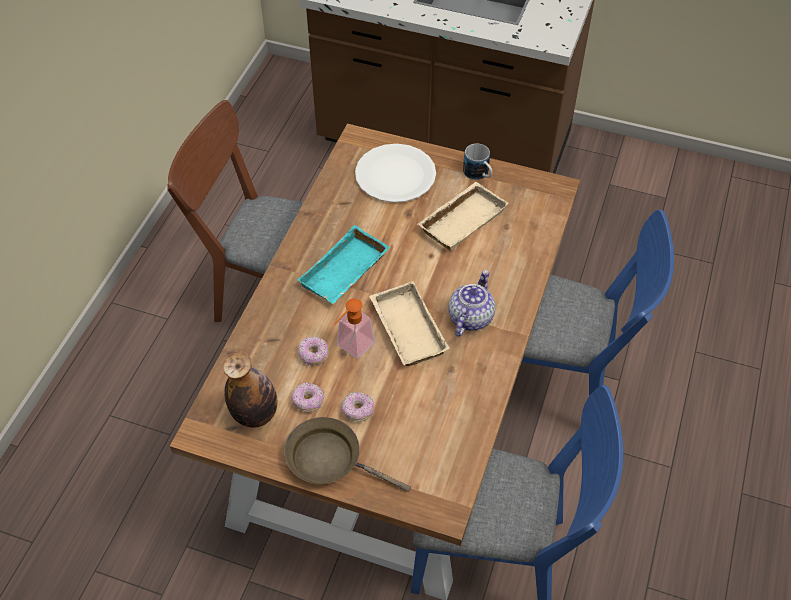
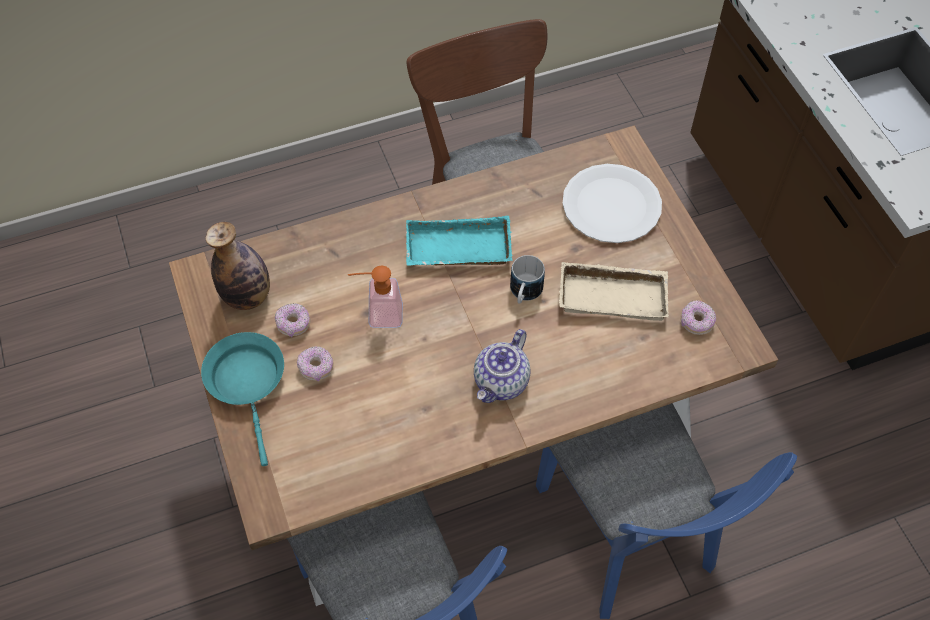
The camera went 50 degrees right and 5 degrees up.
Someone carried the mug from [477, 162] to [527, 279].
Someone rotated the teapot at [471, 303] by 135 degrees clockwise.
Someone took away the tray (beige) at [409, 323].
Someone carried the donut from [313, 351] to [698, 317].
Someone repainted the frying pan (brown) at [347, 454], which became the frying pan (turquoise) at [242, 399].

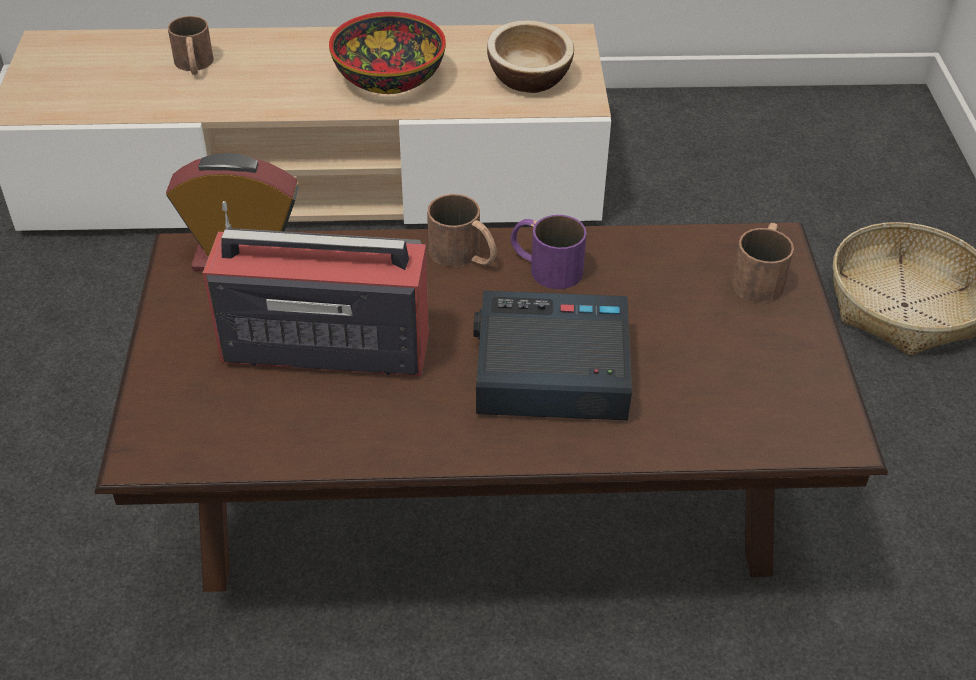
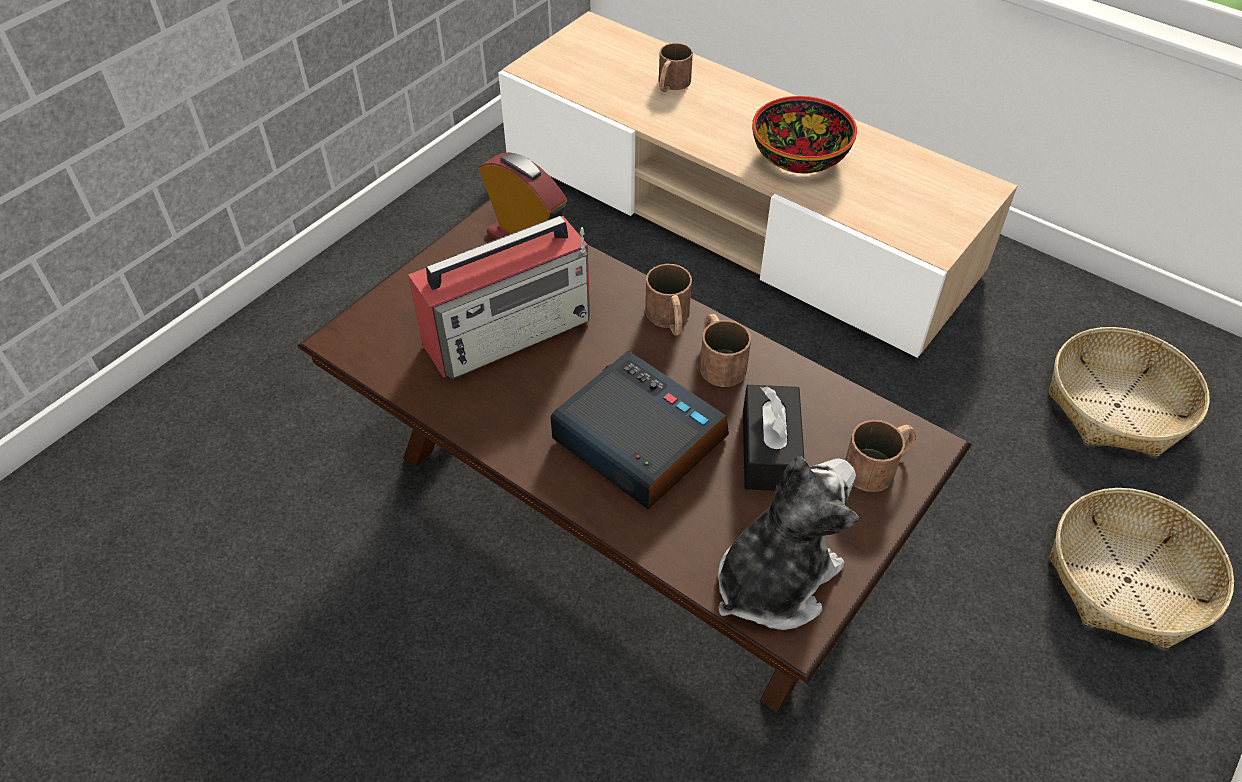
The camera went 40 degrees right and 5 degrees up.
Someone took away the bowl at [530, 57].
Someone rotated the radio at [316, 288] by 105 degrees clockwise.
Someone repainted the mug (purple) at [549, 252], which became the mug (brown) at [725, 350].
Someone put down the basket at [1129, 392].
Someone put down the tissue box (black) at [773, 438].
Someone put down the plush toy at [788, 543].

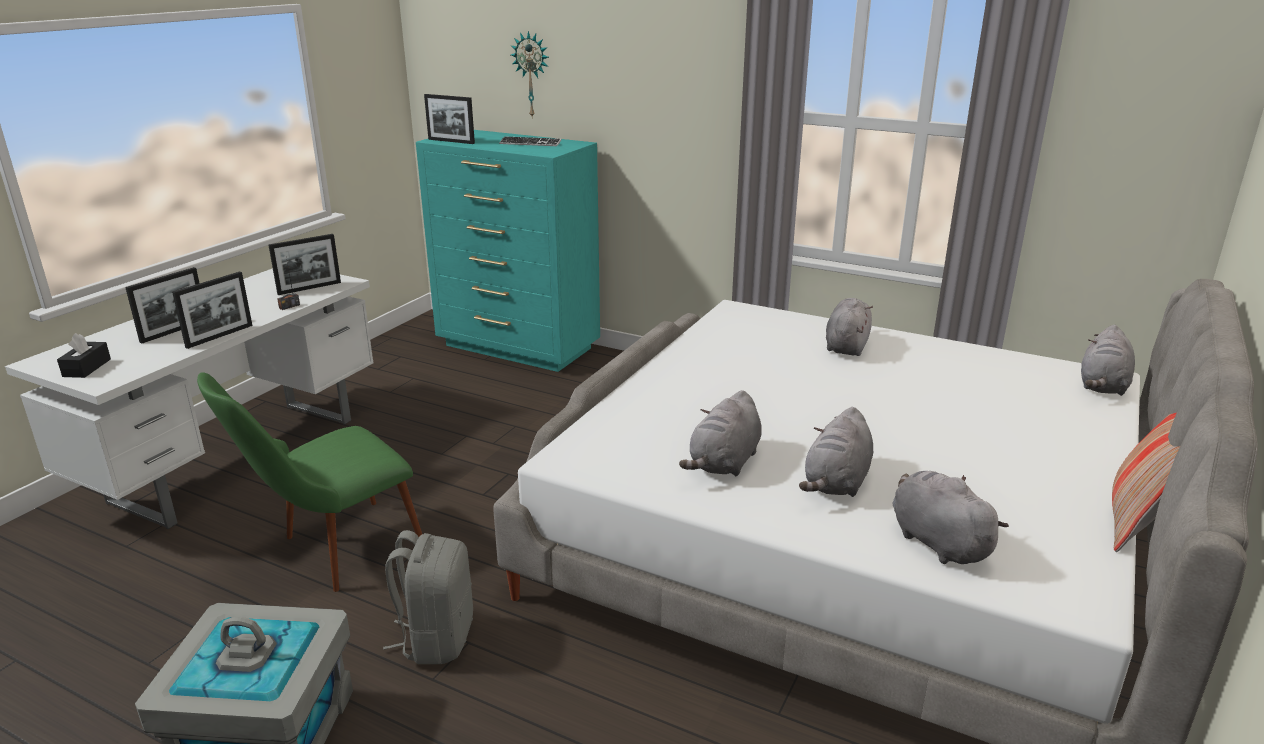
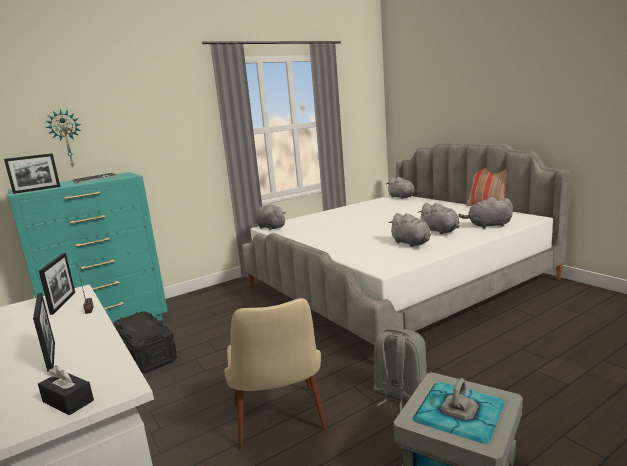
The camera went 60 degrees left and 10 degrees down.
Someone took away the picture frame at [212, 310].
Someone carried the plush toy (grey) from [849, 327] to [270, 216].
Someone repainted the chair (green) at [309, 482], which became the chair (beige) at [275, 374].
Someone put down the storage box (black) at [145, 342].

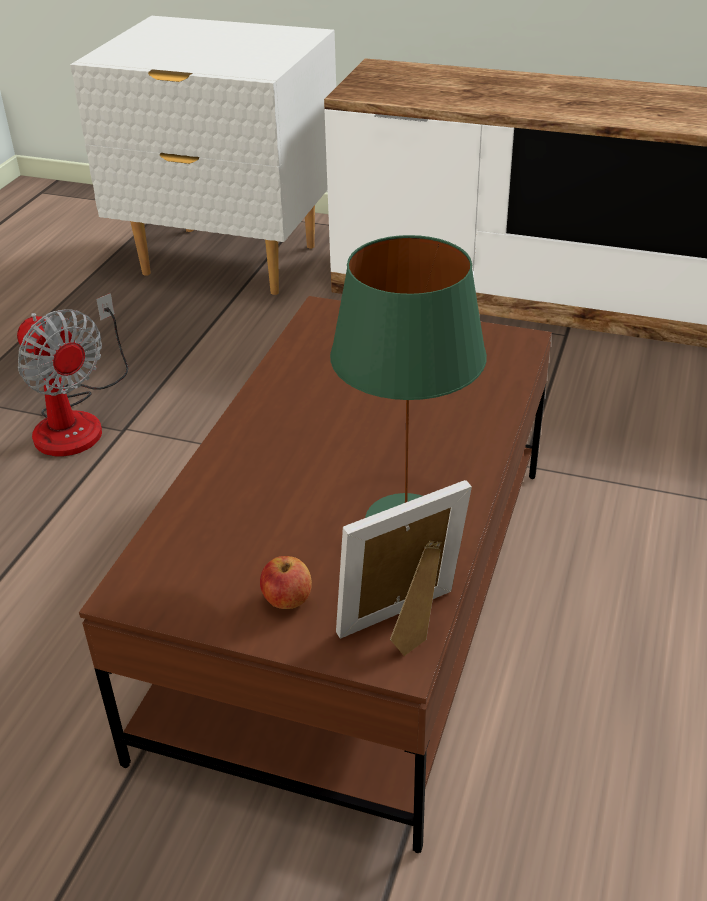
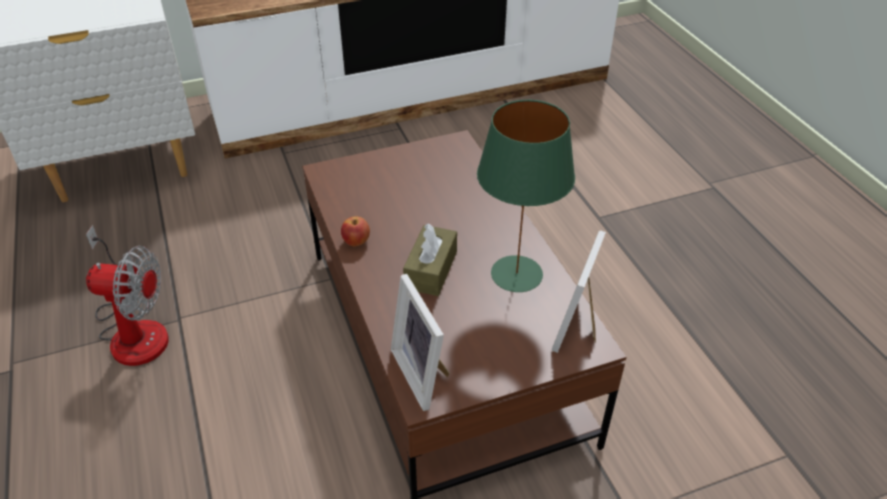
The camera went 40 degrees left and 5 degrees up.
Someone carried the apple from [286, 582] to [355, 232].
Someone put down the tissue box (brown) at [430, 259].
Someone put down the picture frame at [420, 342].

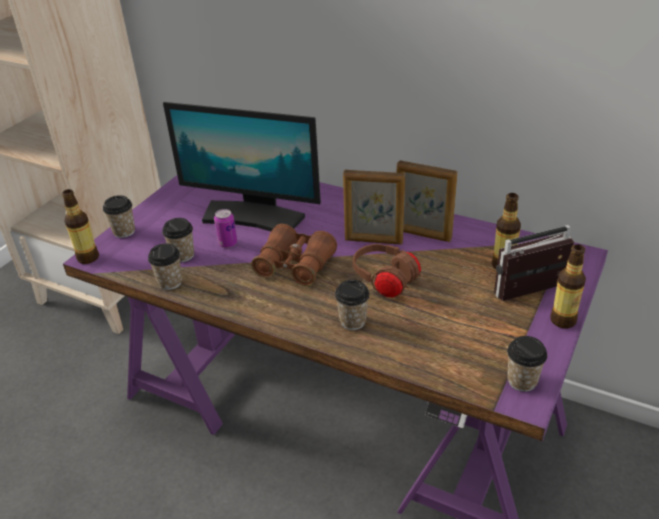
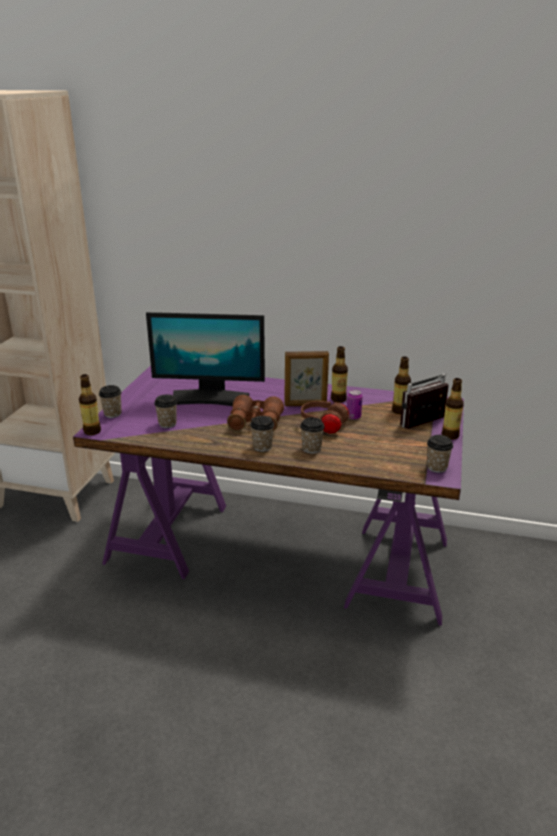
The camera went 15 degrees left and 10 degrees down.
Someone swapped the picture frame at [427, 201] for the bottle at [339, 374].
Someone carried the can from [225, 228] to [355, 405].
Someone carried the cup from [165, 266] to [262, 434].

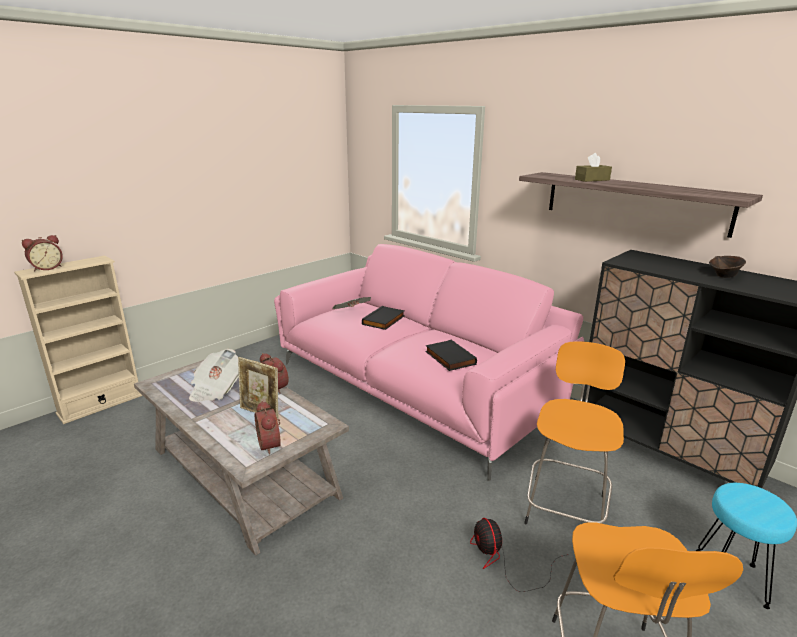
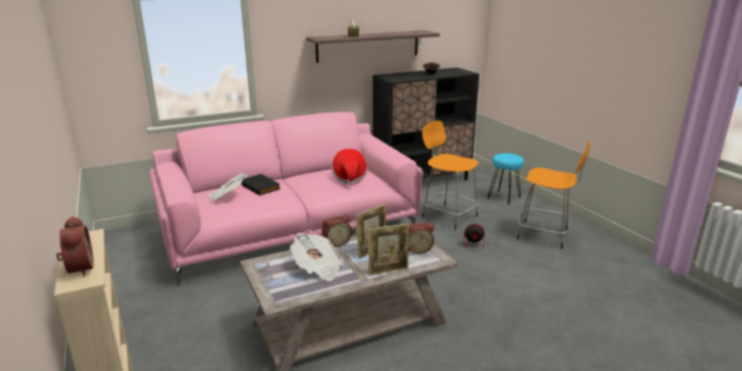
The camera went 70 degrees left and 0 degrees up.
Someone swapped the book (black) at [451, 355] for the hat at [349, 167].
Someone put down the picture frame at [388, 250].

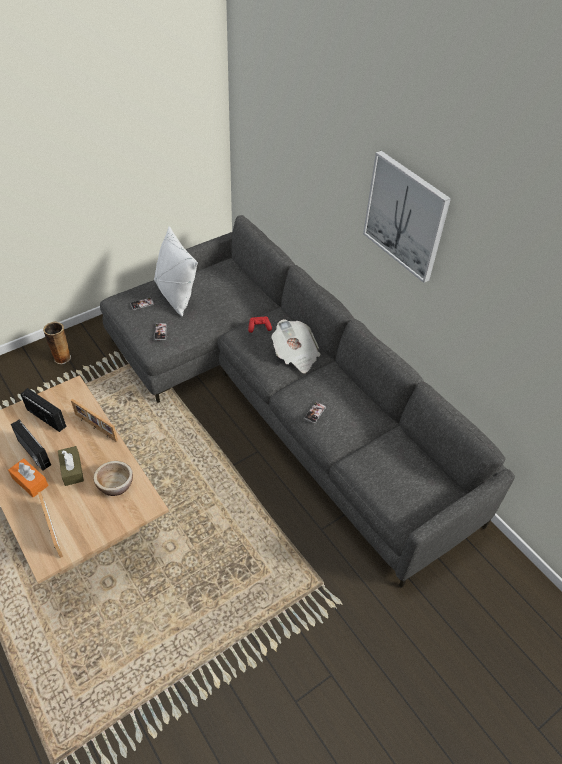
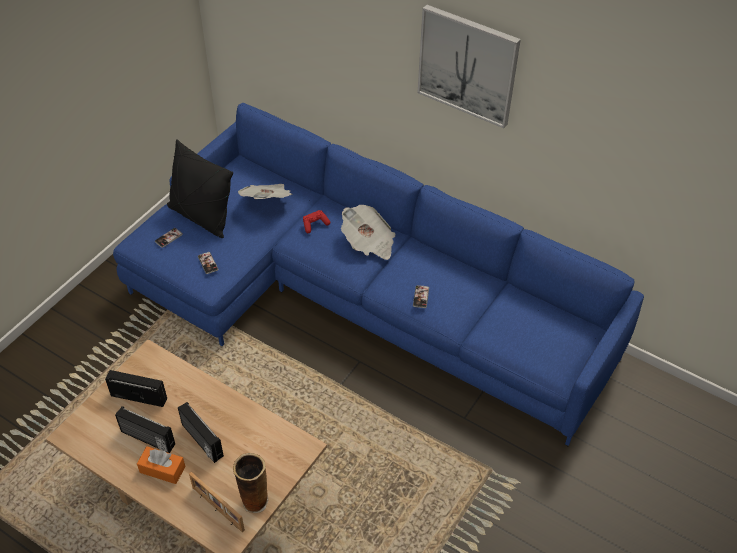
The camera went 20 degrees left and 0 degrees up.
Someone repainted the sofa (grey) at [307, 401], which became the sofa (blue) at [378, 274].
Someone repainted the pillow (white) at [176, 271], which became the pillow (black) at [200, 188].
Someone carried the vase from [57, 342] to [250, 483].
Someone took away the picture frame at [94, 420].
Someone swapped the tissue box (brown) at [71, 466] for the radio at [201, 432].
Someone took away the bowl at [113, 478].
Someone put down the newspaper at [265, 191].

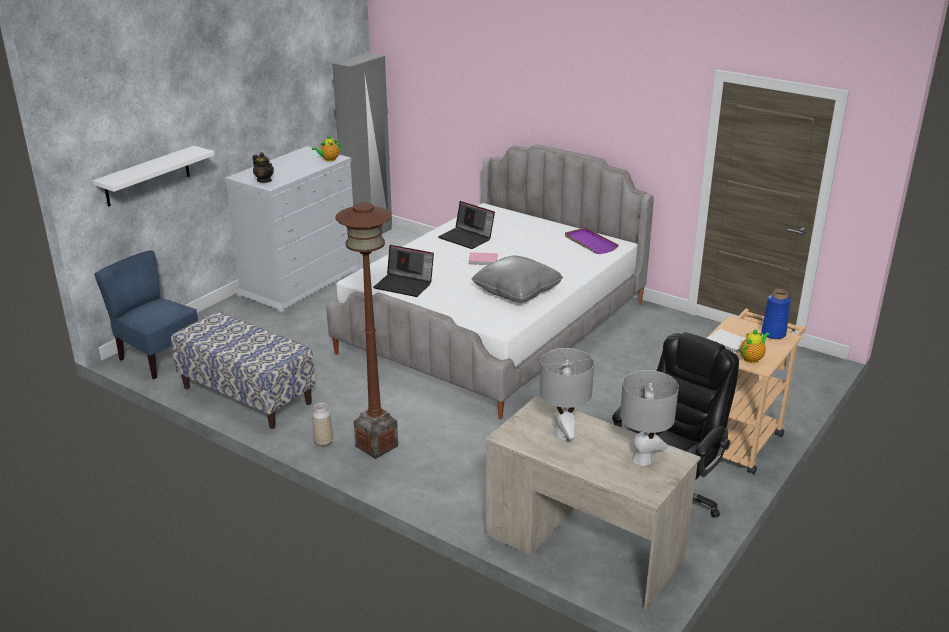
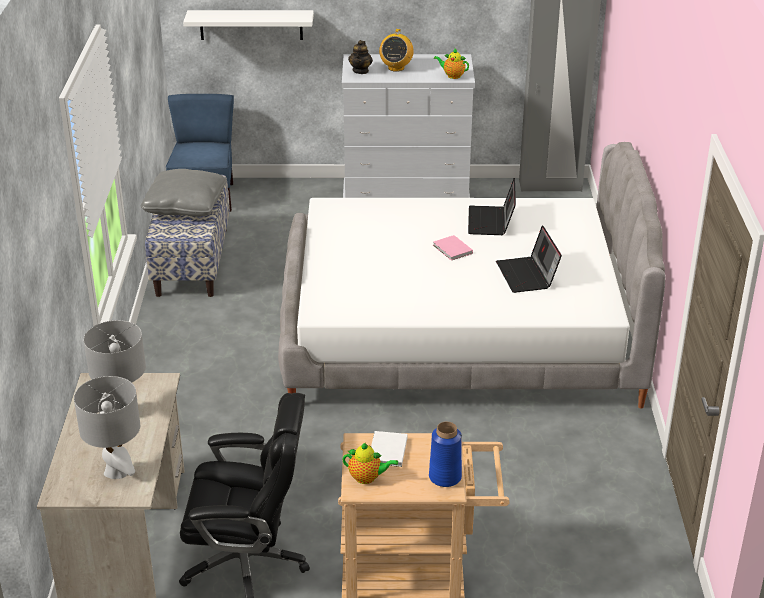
The camera went 55 degrees right and 5 degrees up.
Someone took away the floor lamp (brown) at [366, 330].
Someone took away the tray (purple) at [592, 241].
Someone carried the laptop from [404, 271] to [529, 259].
Someone carried the pillow (grey) from [517, 279] to [184, 193].
Someone took away the vase at [323, 425].
Someone put down the radio at [396, 50].

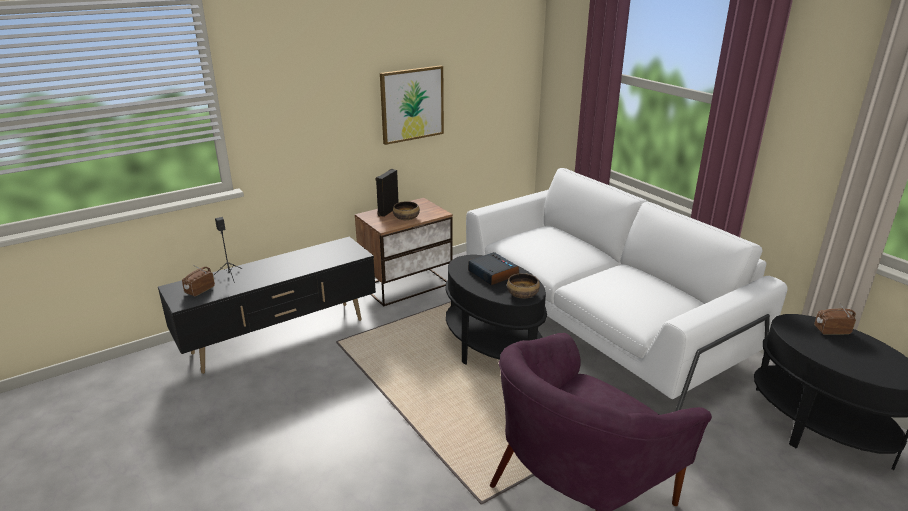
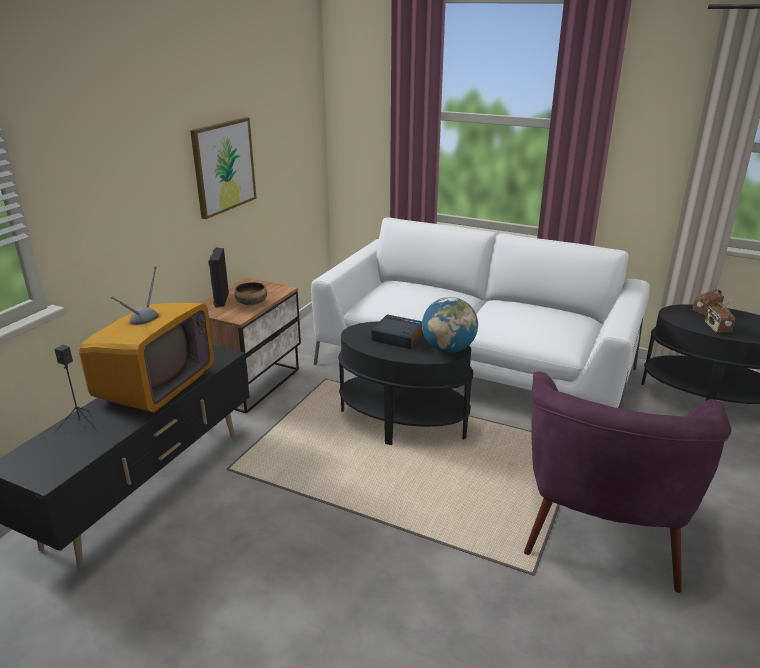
The camera went 30 degrees left and 0 degrees up.
Someone carried the radio from [198, 280] to [720, 316].
Someone swapped the bowl at [523, 285] for the globe at [450, 325].
Someone put down the television at [146, 339].

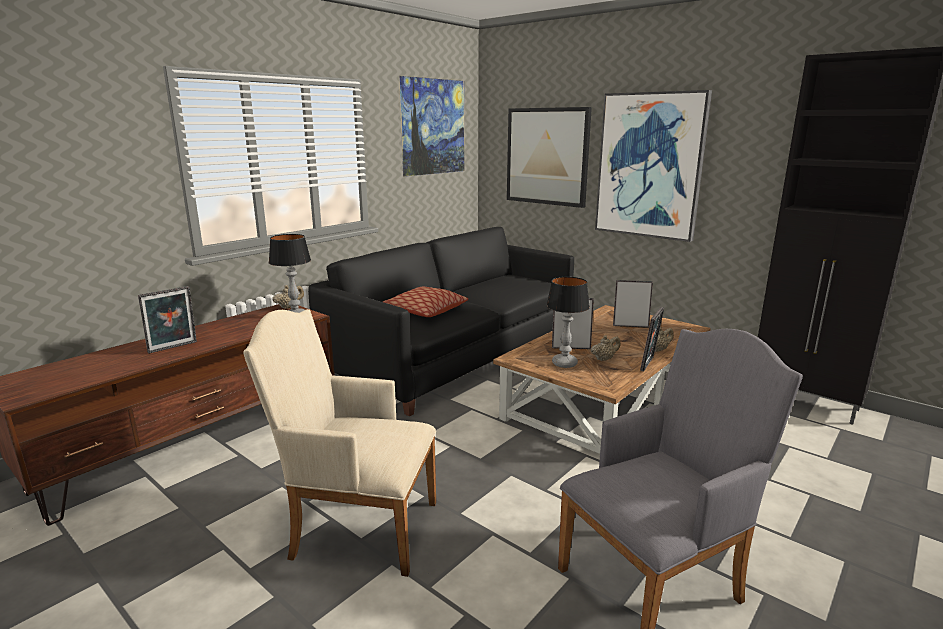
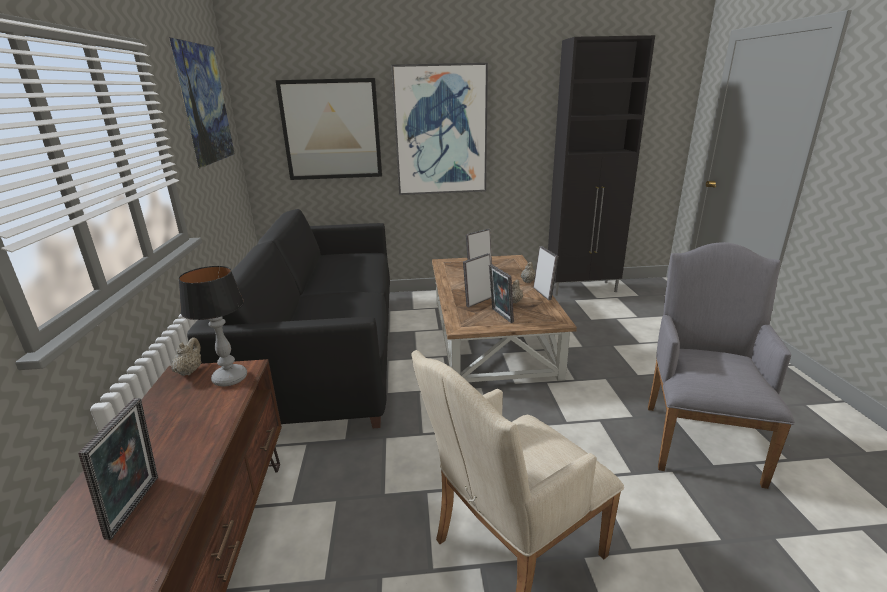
The camera went 45 degrees left and 5 degrees up.
Someone swapped the table lamp at [568, 322] for the picture frame at [501, 293].
Someone took away the pillow at [425, 302].

